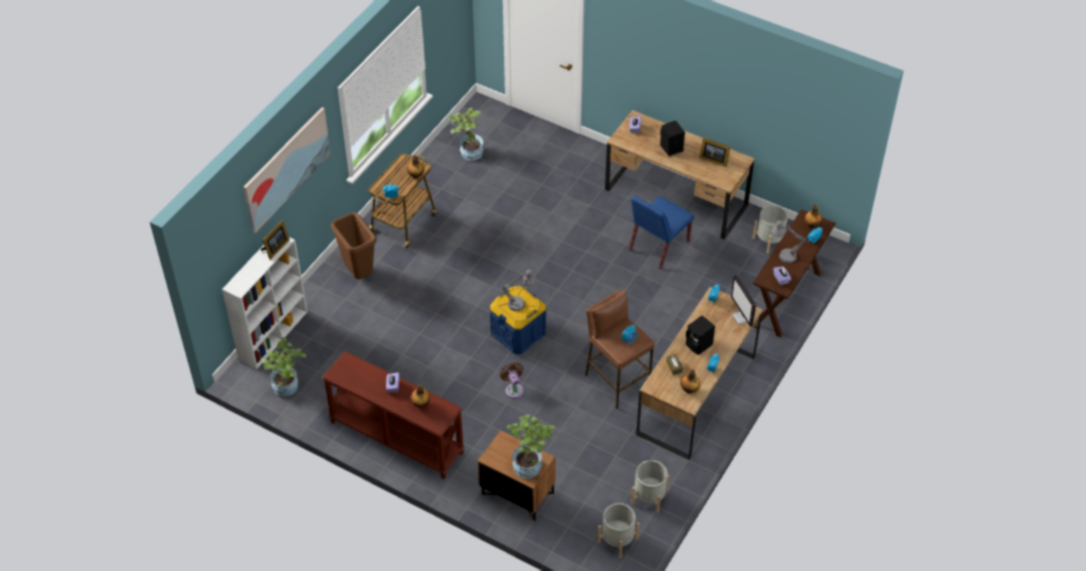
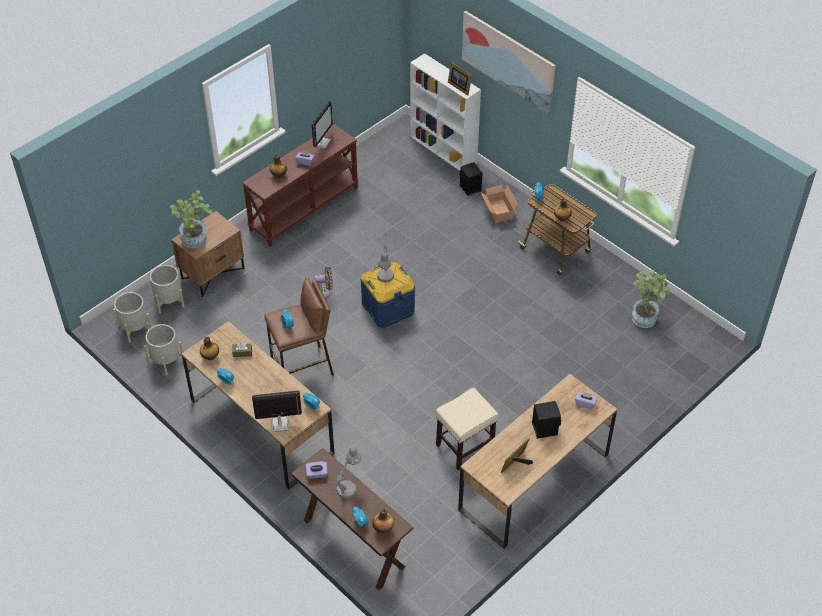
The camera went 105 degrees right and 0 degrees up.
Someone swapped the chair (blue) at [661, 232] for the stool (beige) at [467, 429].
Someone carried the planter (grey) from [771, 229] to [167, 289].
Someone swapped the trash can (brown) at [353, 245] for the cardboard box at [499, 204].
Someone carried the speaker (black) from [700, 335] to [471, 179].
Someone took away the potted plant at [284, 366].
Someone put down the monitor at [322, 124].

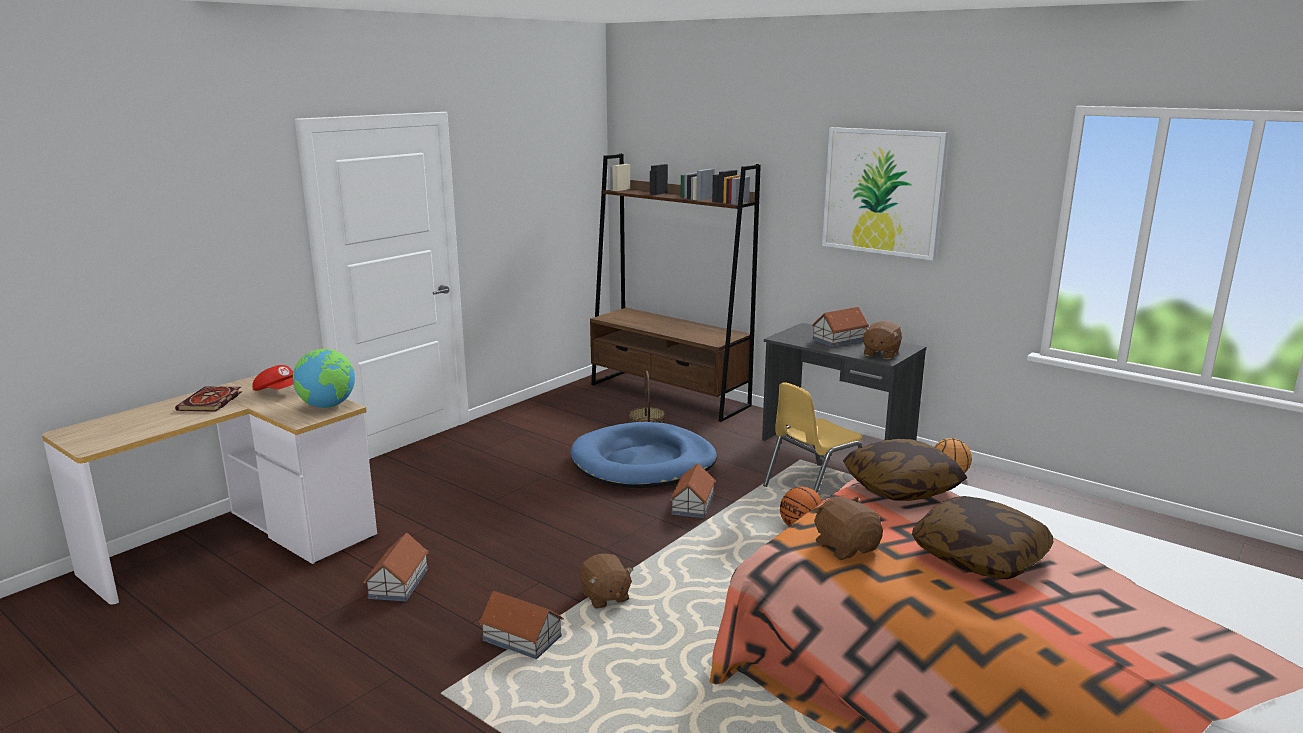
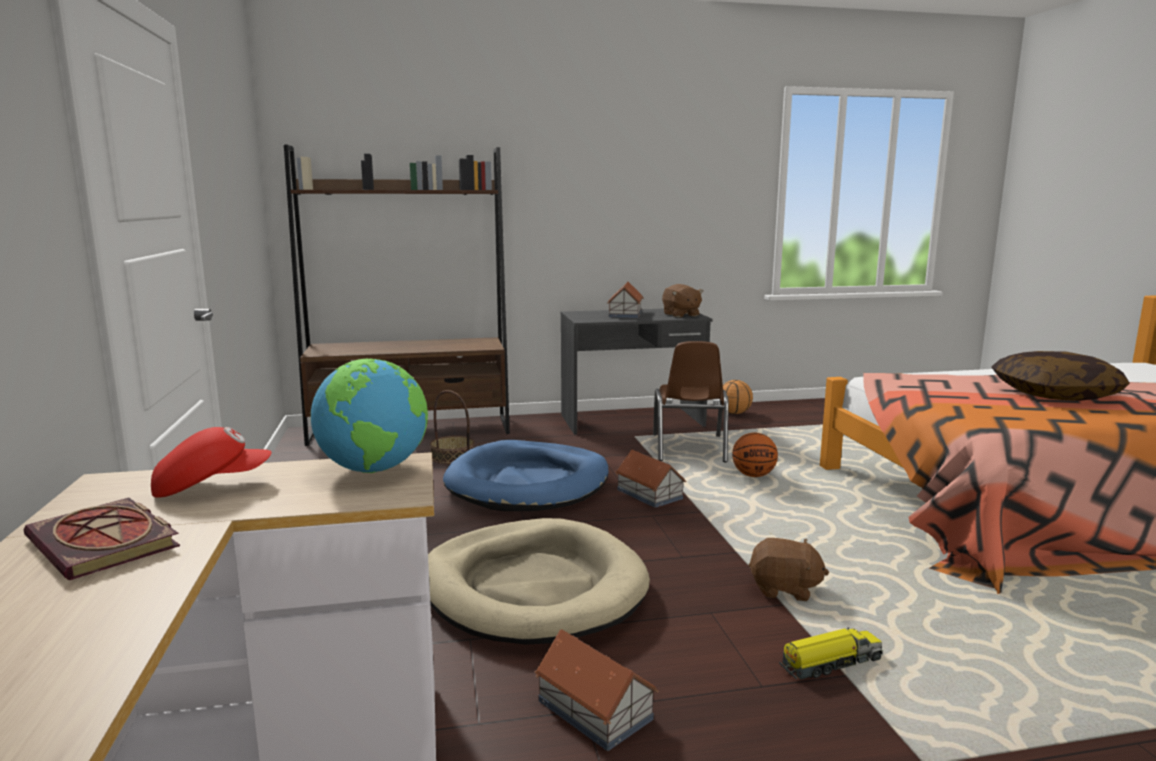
The camera went 50 degrees left and 5 degrees down.
Someone took away the picture at [885, 194].
Someone repainted the chair (yellow) at [812, 437], which became the chair (brown) at [691, 401].
Someone took away the pillow at [905, 470].
Someone took away the plush toy (brown) at [848, 528].
Someone swapped the toy house at [521, 625] for the toy truck at [831, 653].
Someone put down the dog bed (beige) at [539, 581].

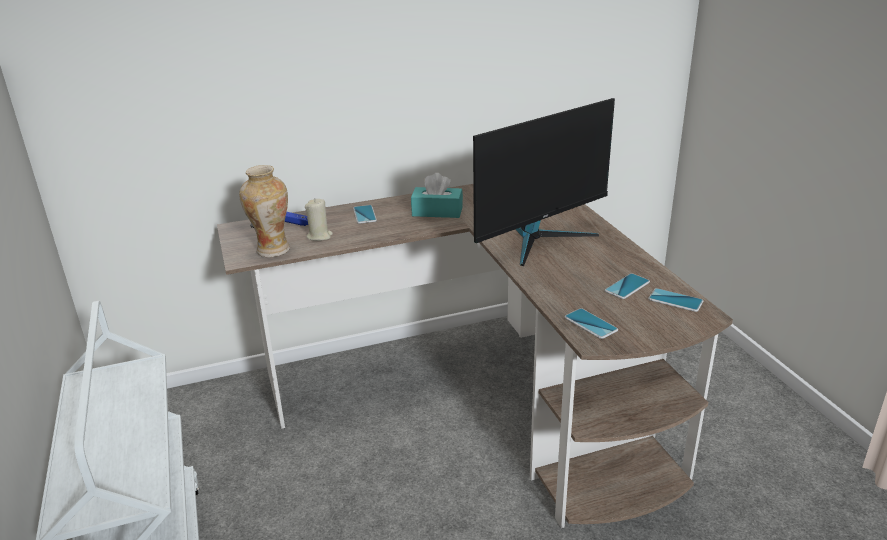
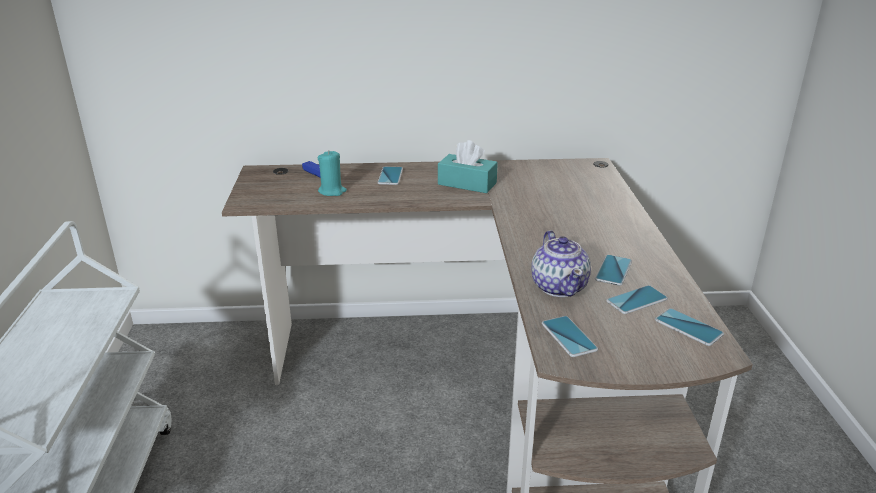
The camera went 15 degrees right and 0 degrees up.
Someone took away the monitor at [544, 182].
Someone took away the vase at [264, 211].
Someone repainted the candle (beige) at [319, 220], which became the candle (turquoise) at [332, 173].
Someone put down the teapot at [561, 263].
Someone put down the phone at [613, 270].

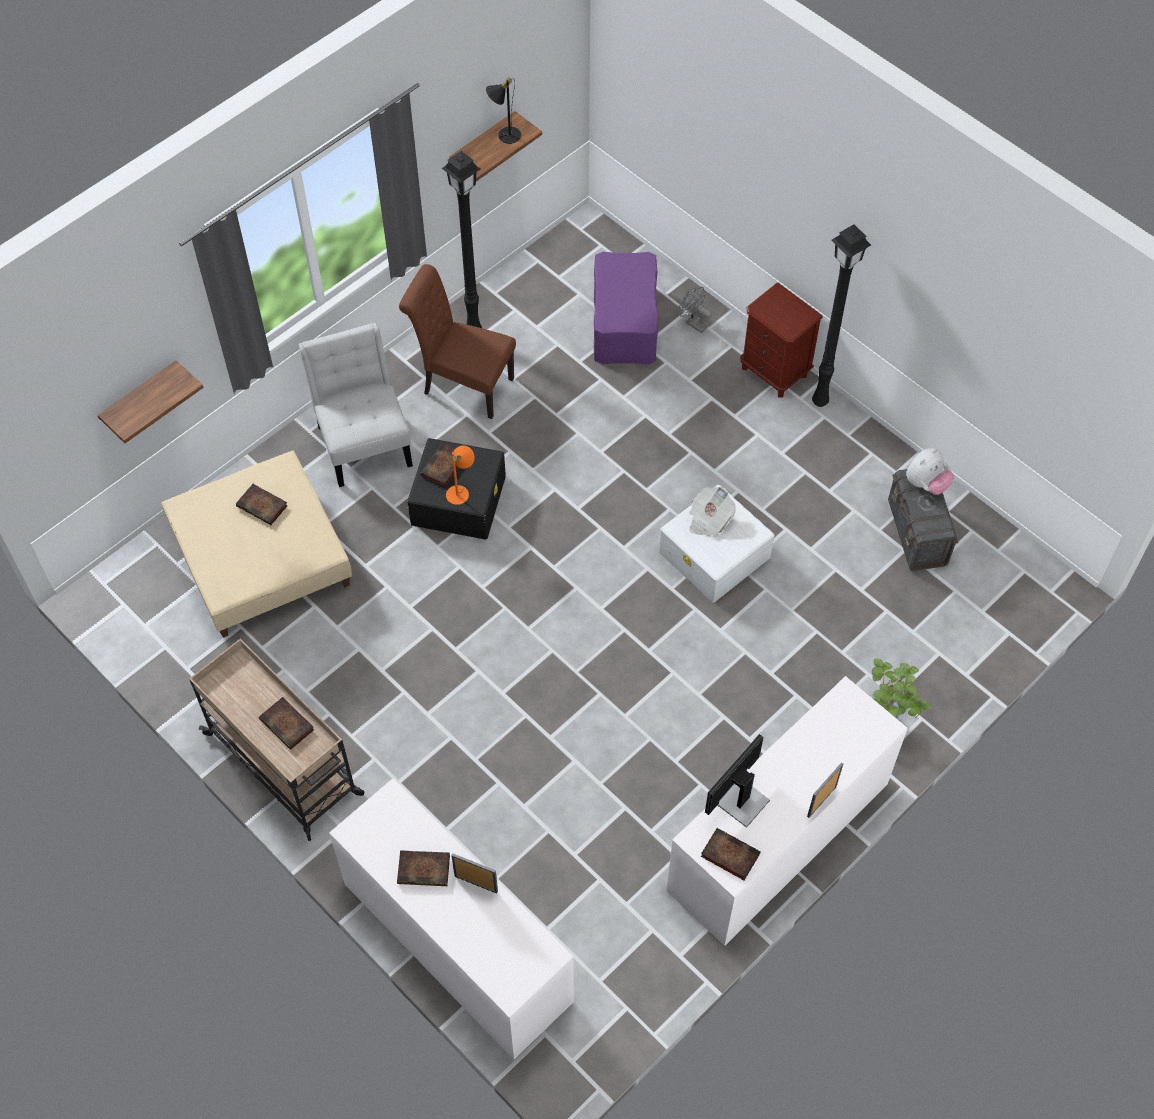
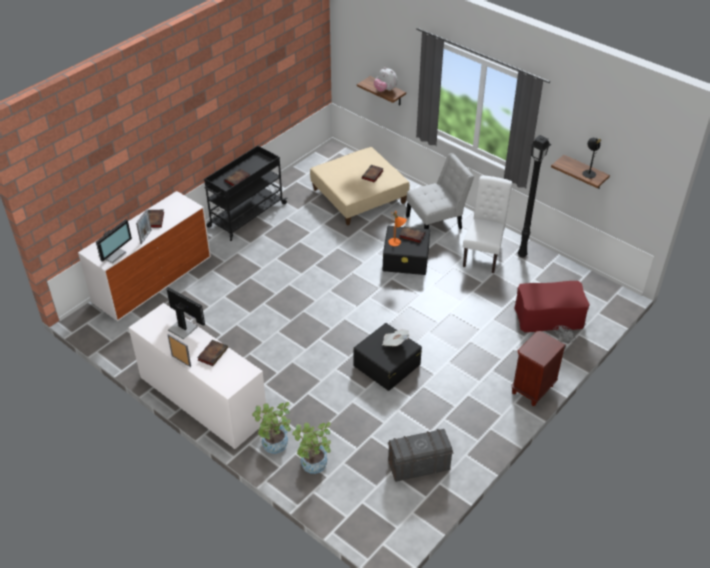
The camera went 85 degrees right and 15 degrees down.
Someone took away the floor lamp (black) at [841, 315].
Someone repainted the ottoman (purple) at [626, 308], which became the ottoman (red) at [552, 306].
Someone repainted the chair (brown) at [457, 341], which became the chair (white) at [488, 224].
Someone carried the plush toy from [930, 471] to [386, 79].
Someone repainted the storage box (white) at [716, 544], which became the storage box (black) at [387, 357].
Someone repainted the cart (beige) at [276, 740], which became the cart (black) at [245, 193].
Someone carried the book from [731, 854] to [212, 353].
Someone put down the monitor at [114, 241].
Someone put down the potted plant at [311, 448].

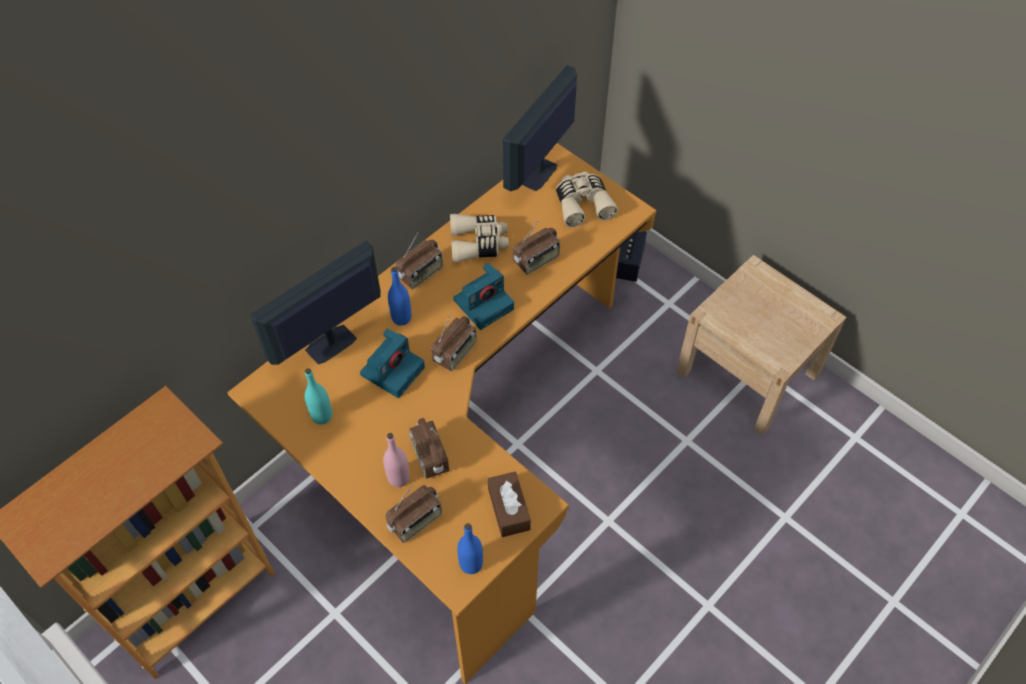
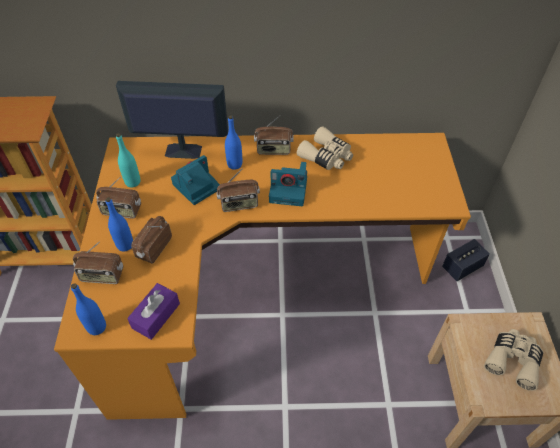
The camera went 45 degrees right and 5 degrees down.
Someone took away the monitor at [540, 128].
Someone carried the binoculars (beige) from [587, 199] to [513, 360].
Someone carried the radio from [536, 247] to [118, 198].
Someone rotated the photo camera at [392, 363] by 150 degrees clockwise.
Someone repainted the bottle (pink) at [396, 460], which became the bottle (blue) at [119, 224].
Someone repainted the tissue box (brown) at [509, 504], which became the tissue box (purple) at [153, 311].

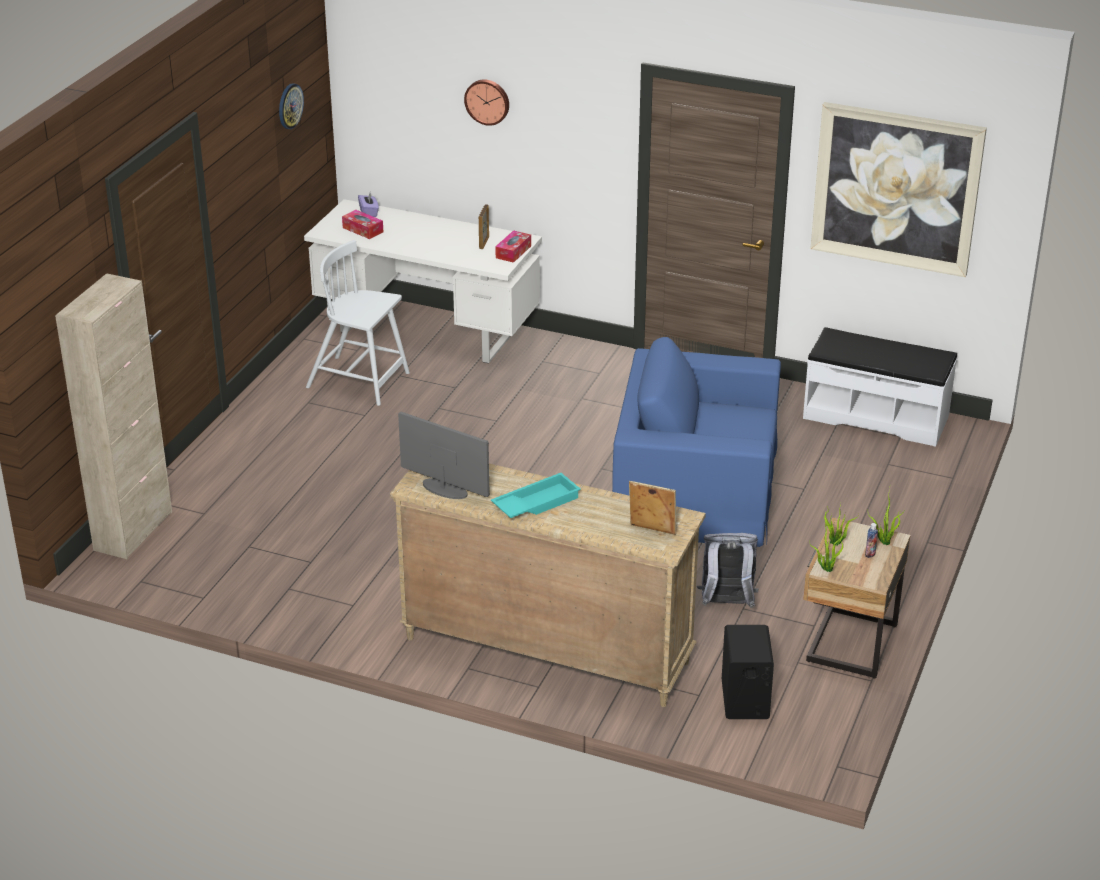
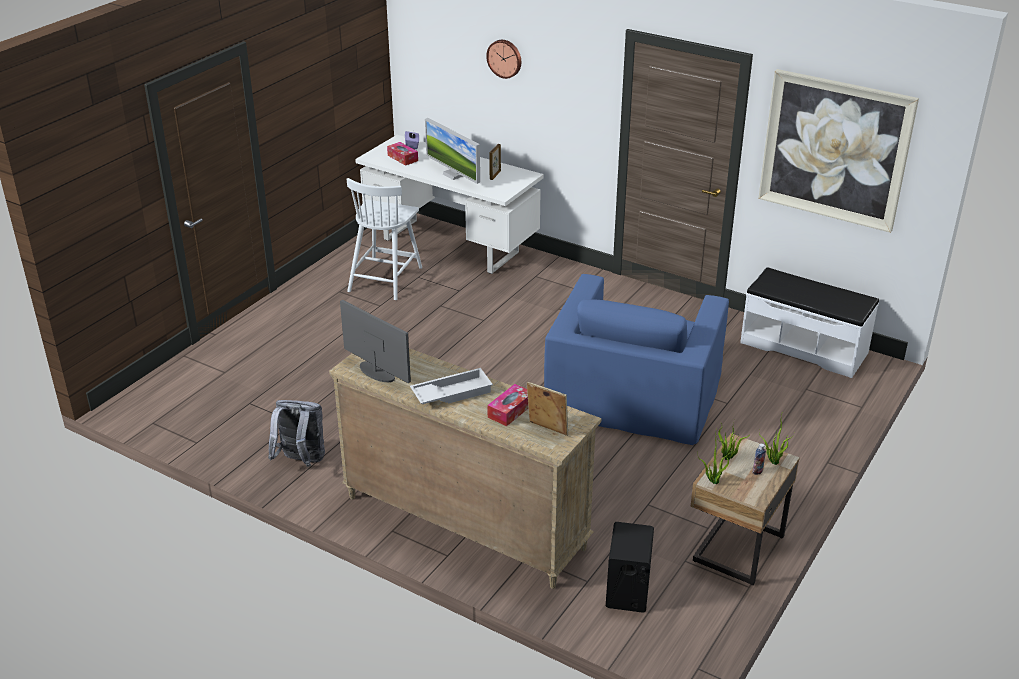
The camera went 10 degrees right and 0 degrees up.
Someone took away the wall clock at [291, 106].
Someone carried the tissue box from [513, 246] to [507, 405].
Someone rotated the chair (white) at [358, 323] by 105 degrees counterclockwise.
Someone took away the cabinet (beige) at [113, 416].
Someone rotated the armchair (blue) at [696, 442] by 90 degrees counterclockwise.
Someone repainted the tray (turquoise) at [536, 495], which became the tray (white) at [451, 386].
Someone carried the backpack (grey) from [727, 570] to [296, 433].
Someone put down the monitor at [452, 151].

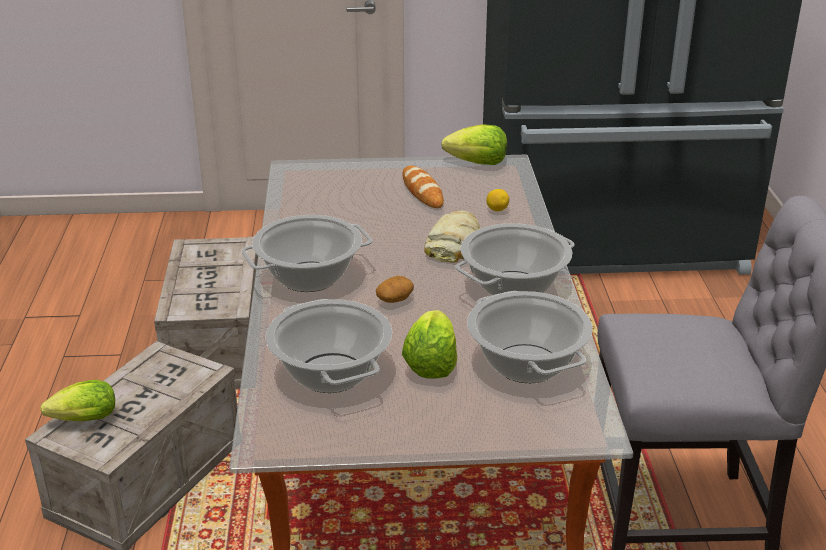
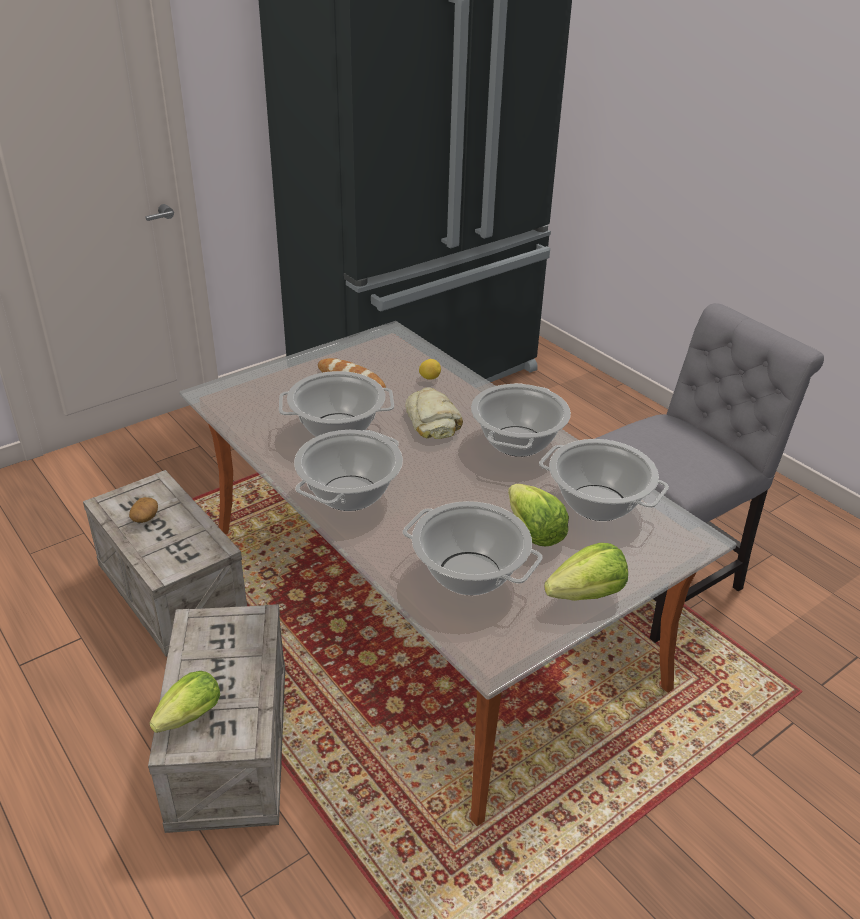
The camera went 35 degrees left and 5 degrees up.
Someone carried the lettuce from [474, 144] to [586, 572].
Someone carried the potato from [395, 289] to [143, 510].
Someone put down the cooking pot at [336, 404].

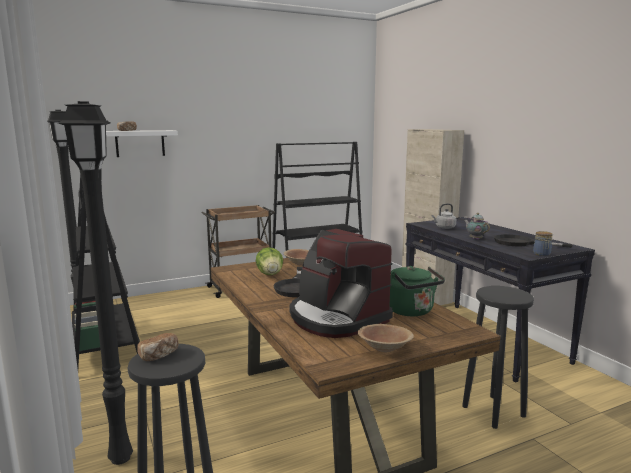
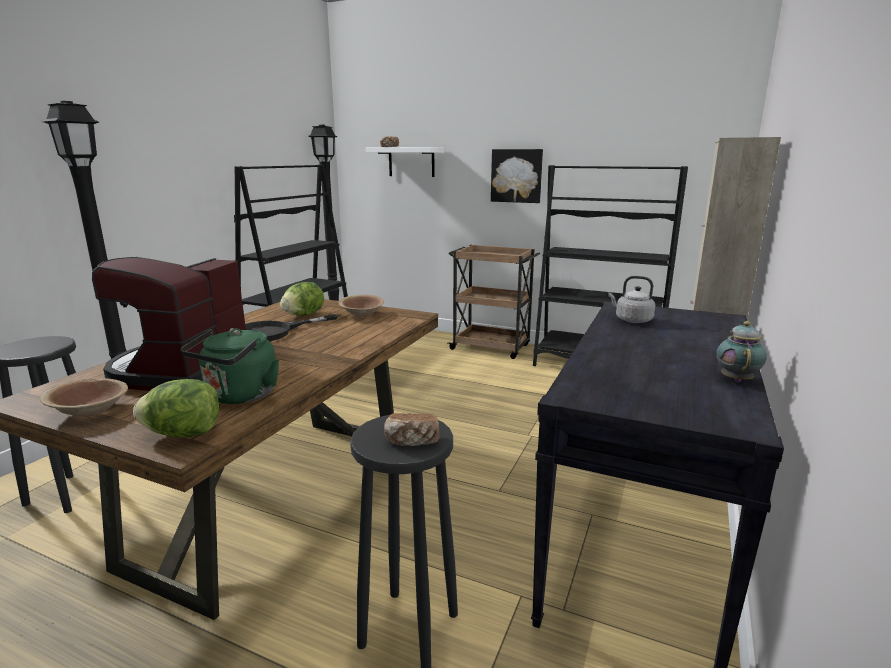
The camera went 50 degrees right and 5 degrees up.
Someone carried the teapot from [477, 226] to [741, 351].
Someone took away the jar at [543, 243].
Someone took away the frying pan (black) at [533, 241].
Someone carried the bread from [157, 347] to [411, 429].
Someone put up the picture at [517, 176].
Someone put down the lettuce at [176, 408].

